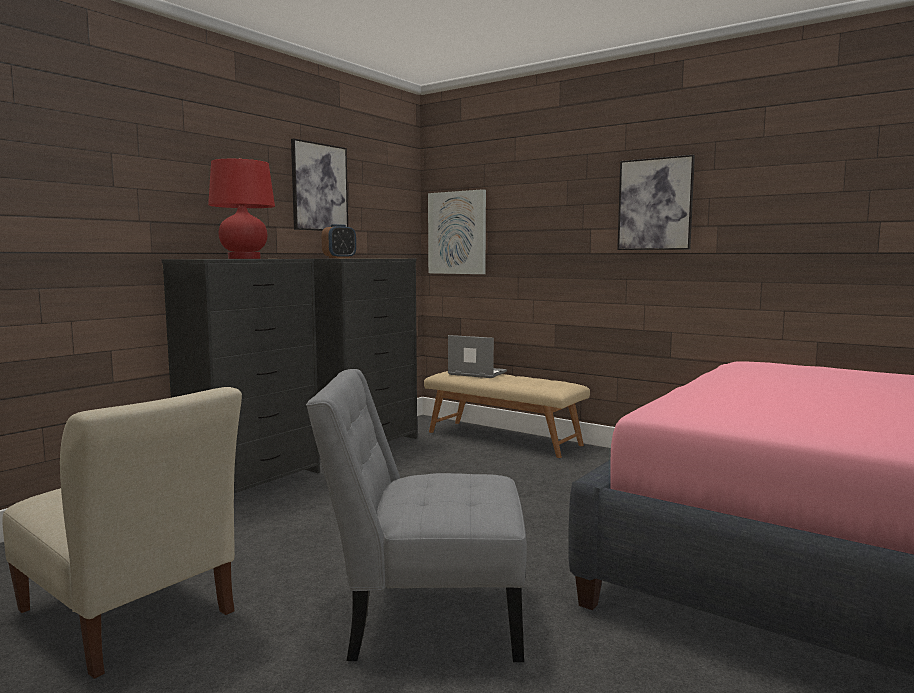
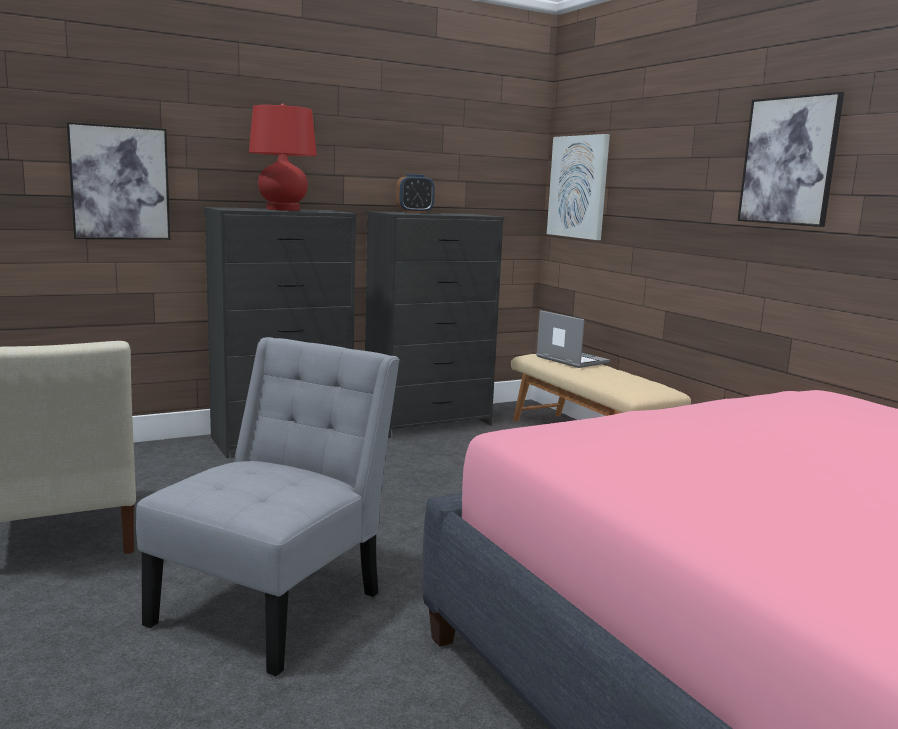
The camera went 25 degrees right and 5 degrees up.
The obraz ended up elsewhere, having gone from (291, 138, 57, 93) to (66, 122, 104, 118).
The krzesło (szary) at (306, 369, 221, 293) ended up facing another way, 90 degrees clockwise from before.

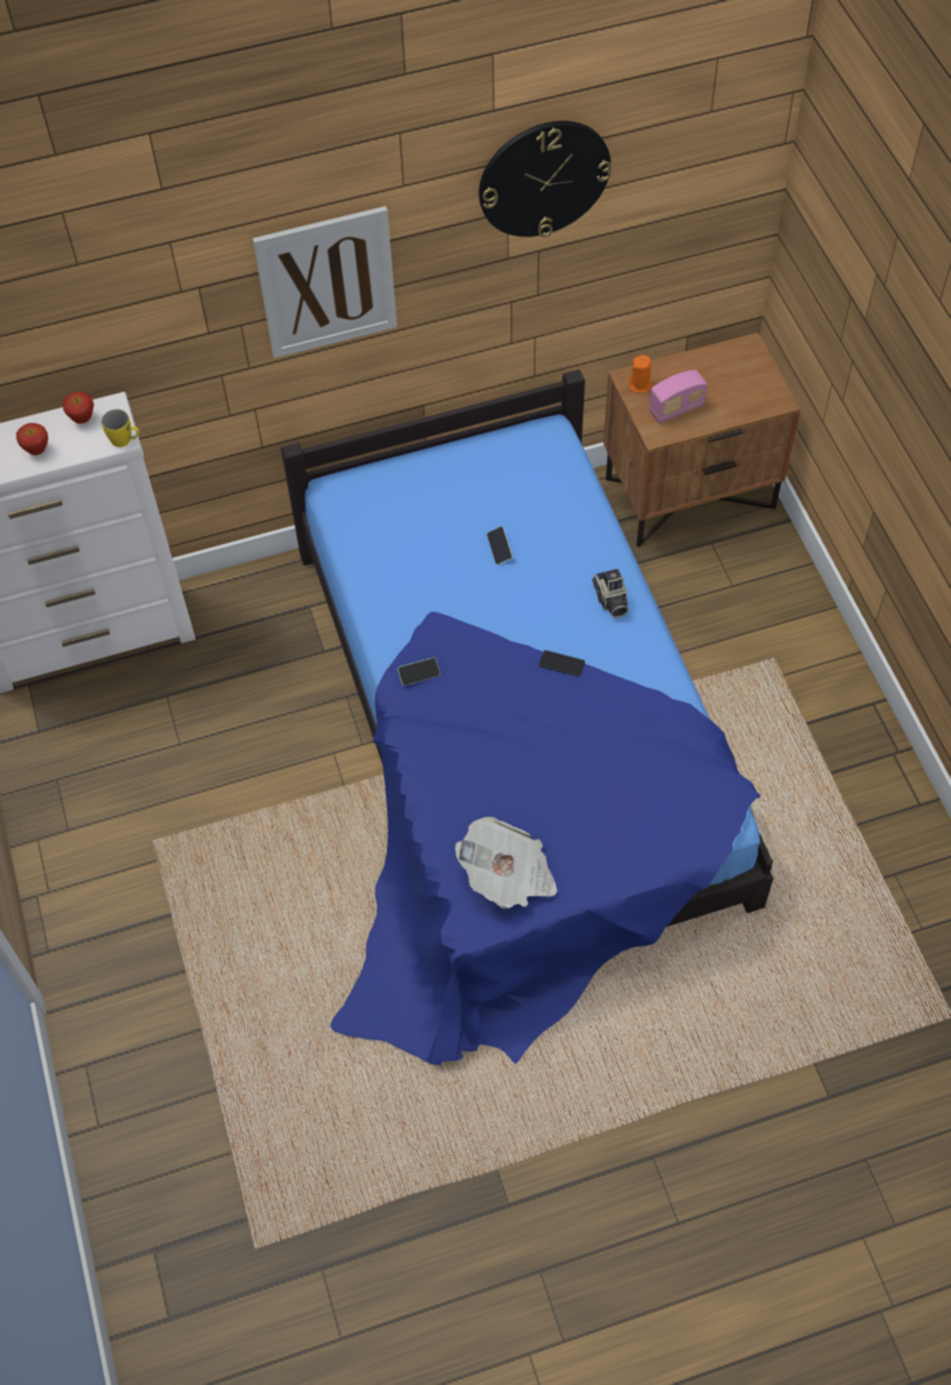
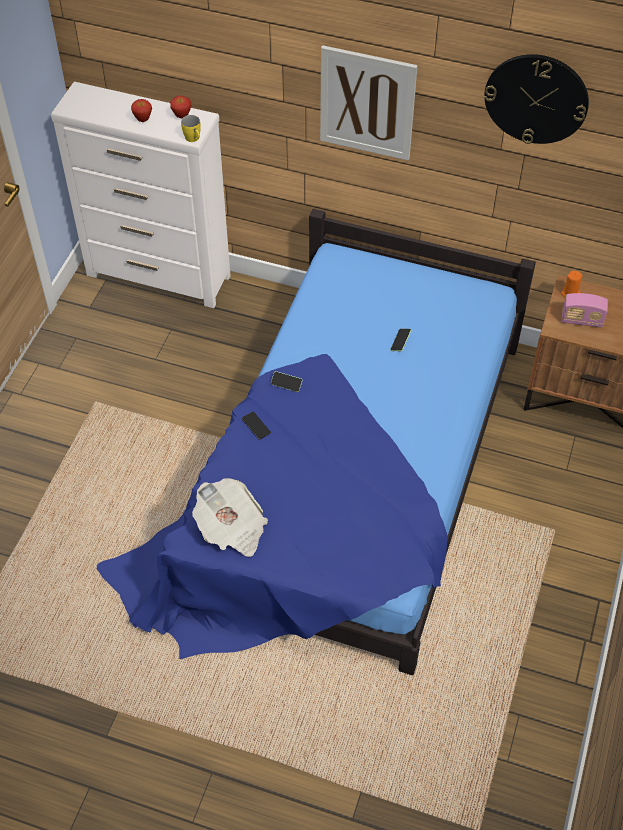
The camera went 35 degrees right and 5 degrees down.
The second view lost the aparat fotograficzny at (592, 568, 37, 50).
The telefon ended up elsewhere, having gone from (539, 650, 46, 27) to (241, 412, 30, 28).

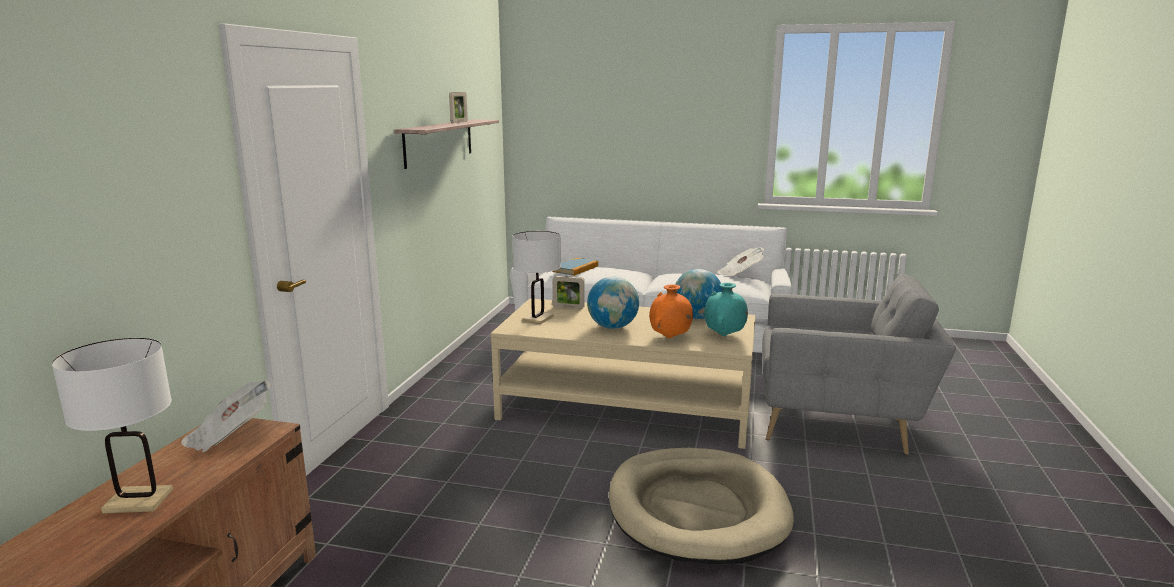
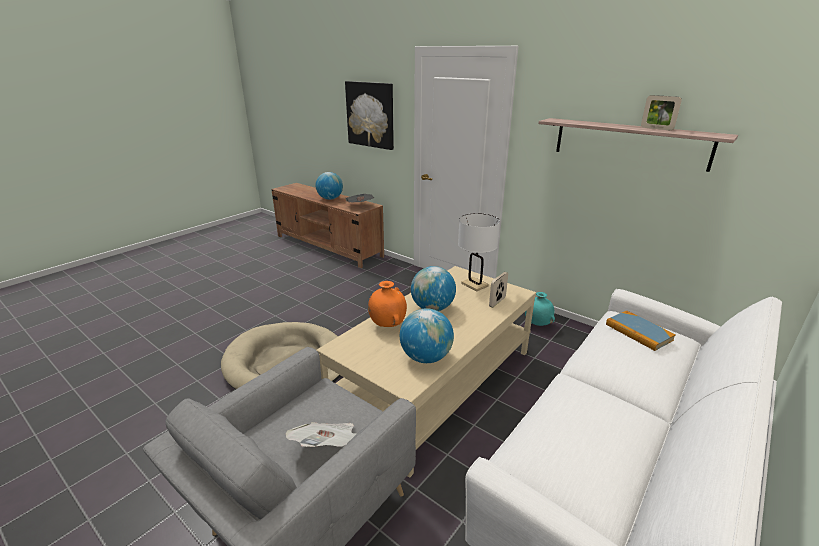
The camera went 115 degrees right and 10 degrees up.
The second view gained the obraz at (345, 81, 49, 69).
The wazon (turkusowy) ended up elsewhere, having gone from (704, 283, 44, 53) to (525, 292, 30, 34).
The gazeta ended up elsewhere, having gone from (717, 247, 47, 29) to (286, 422, 71, 25).
Where the lampa stołowa (biały) stood at (52, 338, 121, 175), the globus came to stand at (316, 172, 27, 28).

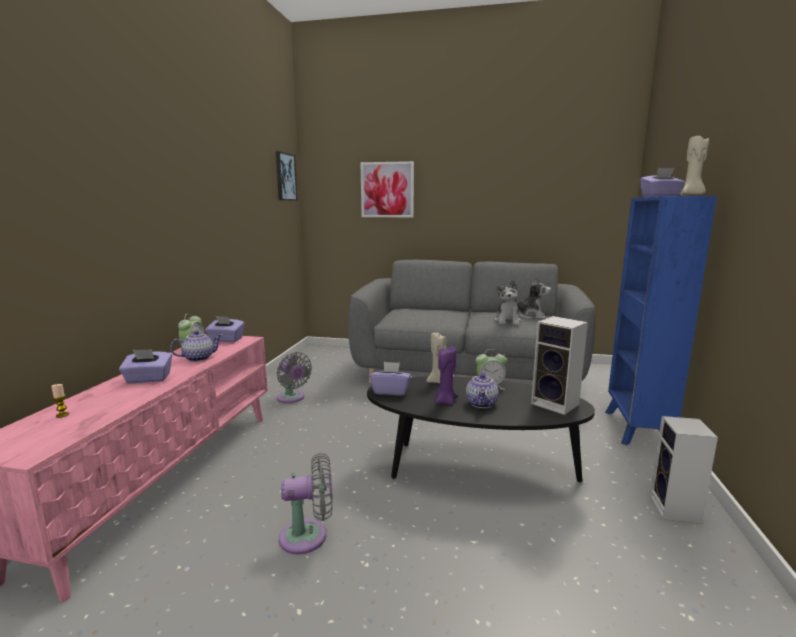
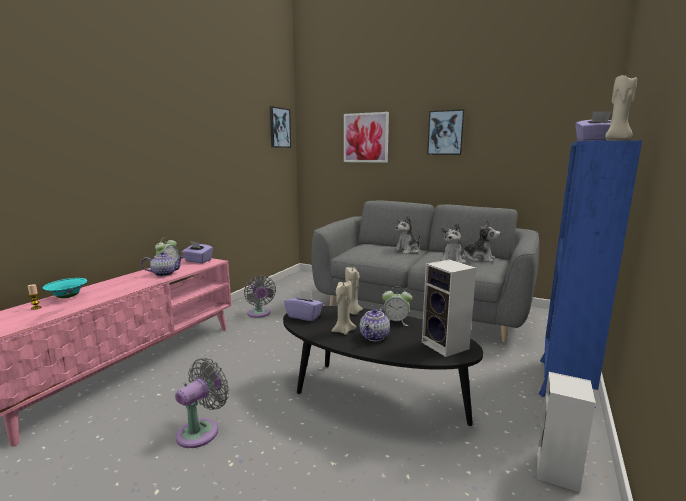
The camera went 15 degrees right and 0 degrees up.
The second view lost the pudełko chusteczek (fioletowy) at (119, 349, 53, 34).
The second view gained the miska (turkusowy) at (43, 278, 44, 20).
The second view gained the pluszak at (393, 216, 27, 38).
The second view gained the obraz at (427, 109, 38, 46).
What was the świeca (fioletowy) at (435, 346, 23, 59) turned into the świeca (beżowy) at (332, 280, 24, 55).
The wentylator (szary) at (279, 453, 54, 101) ended up facing another way, 60 degrees counterclockwise from before.

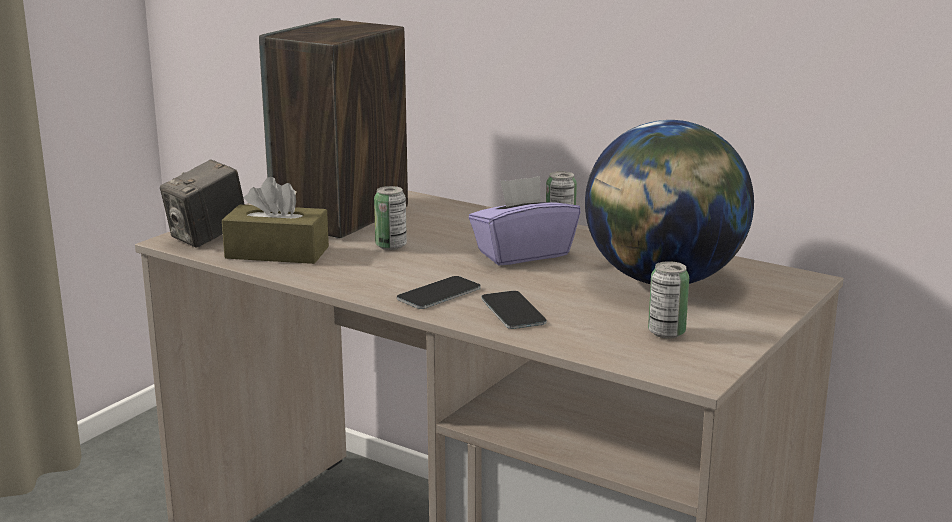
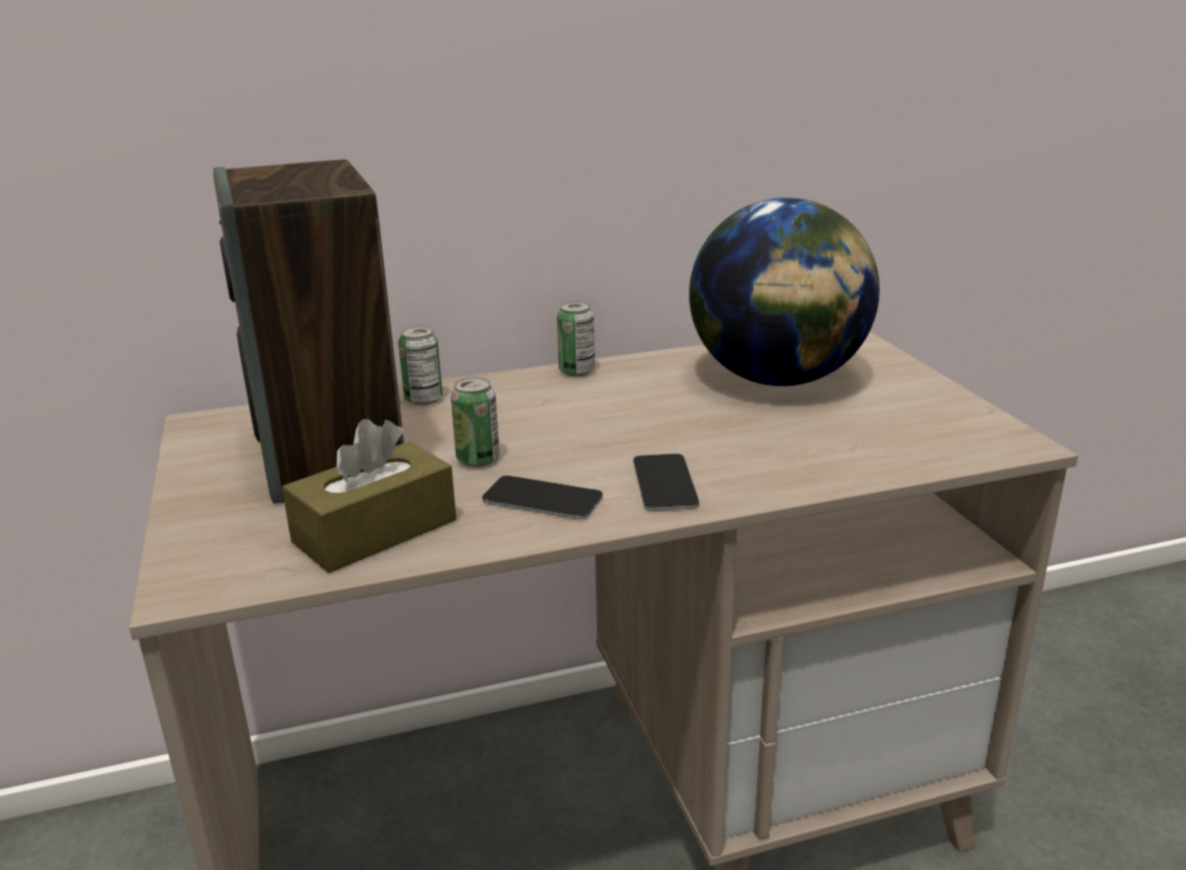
The camera went 50 degrees left and 5 degrees up.
The second view lost the aparat fotograficzny at (160, 159, 85, 89).
The second view lost the pudełko chusteczek (fioletowy) at (469, 176, 112, 89).
The telefon ended up elsewhere, having gone from (481, 291, 66, 38) to (482, 476, 121, 43).
The puszka ended up elsewhere, having gone from (648, 261, 41, 77) to (398, 326, 45, 79).

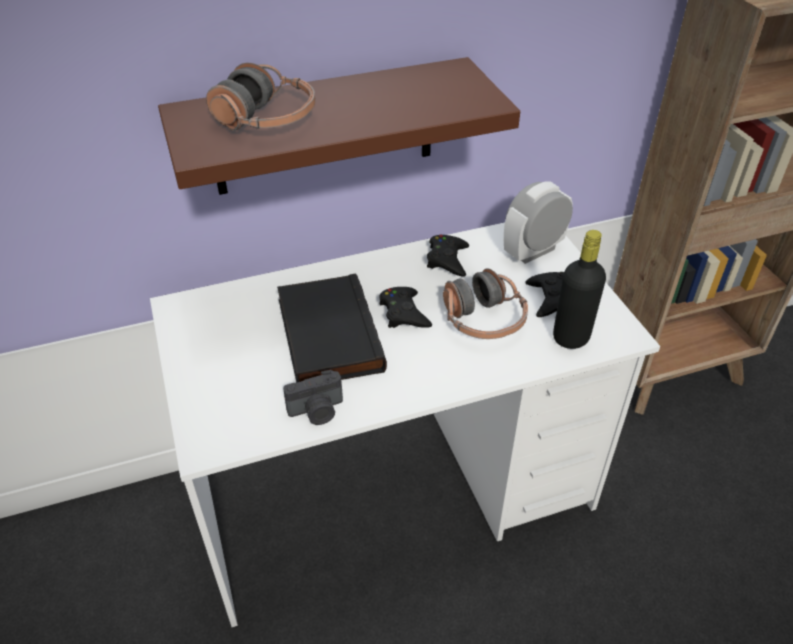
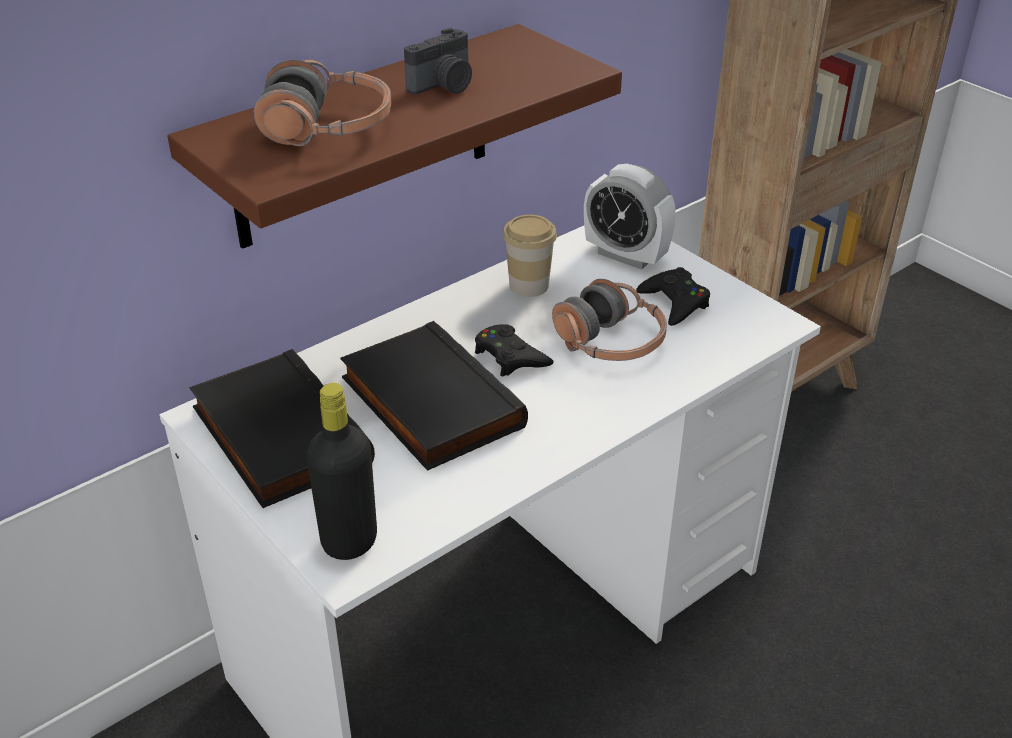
The camera went 20 degrees left and 5 degrees down.
The second view gained the książka (czarny) at (189, 349, 186, 159).
The aparat fotograficzny ended up elsewhere, having gone from (283, 370, 60, 55) to (404, 28, 68, 66).
The butelka (czarny) ended up elsewhere, having gone from (553, 230, 53, 119) to (307, 383, 70, 177).
Where the pad do gier (czarny) stood at (427, 235, 42, 42), the filiżanka came to stand at (503, 214, 54, 83).
The budzik at (504, 181, 69, 83) ended up facing another way, 90 degrees counterclockwise from before.

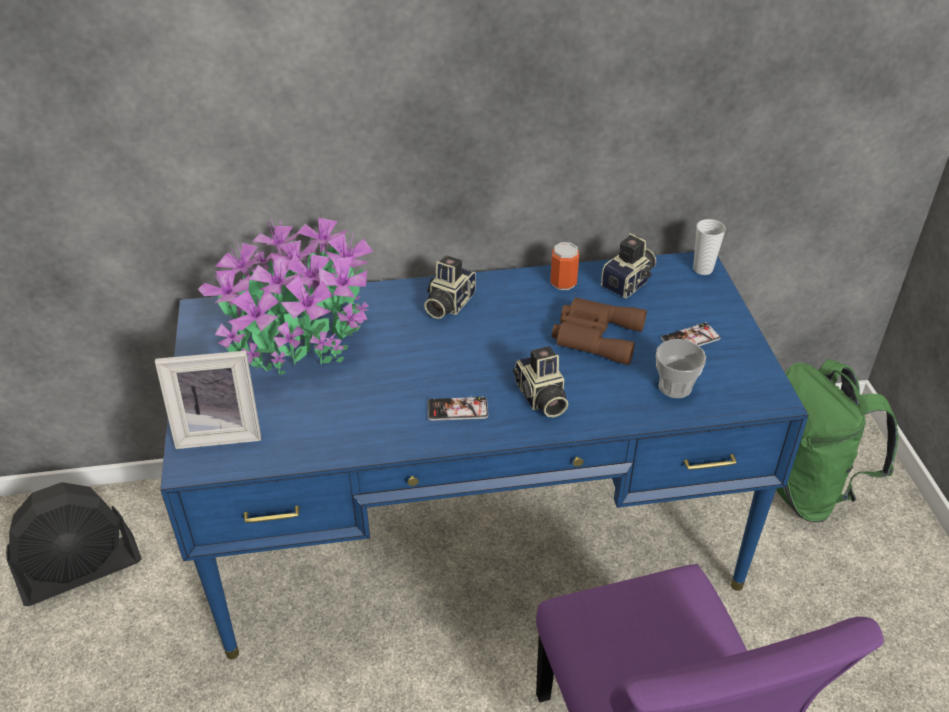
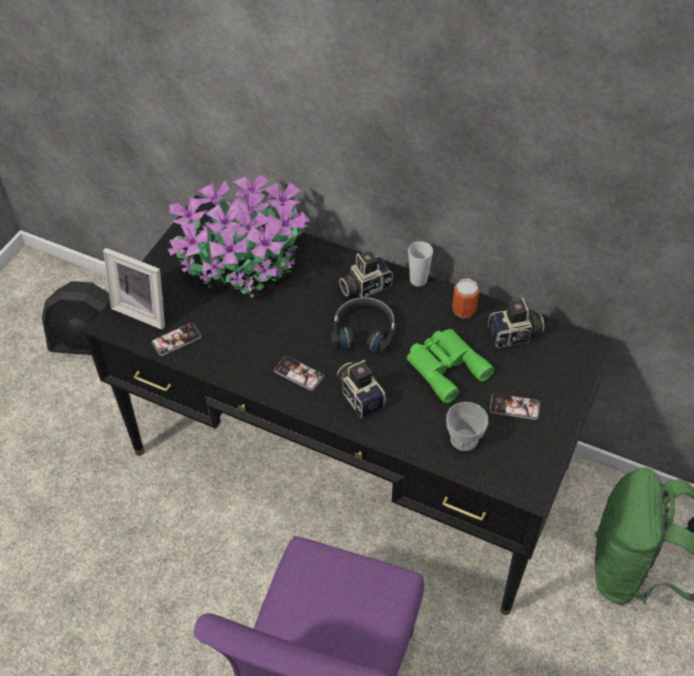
The camera went 35 degrees right and 10 degrees up.
The second view gained the telefon at (152, 323, 49, 33).
The second view gained the słuchawki (czarny) at (332, 297, 63, 56).
The filiżanka ended up elsewhere, having gone from (693, 219, 33, 56) to (408, 241, 25, 46).
What was the biurko (niebieski) at (160, 252, 649, 407) turned into the biurko (czarny) at (84, 195, 531, 420).
What was the lornetka (brązowy) at (552, 297, 95, 68) turned into the lornetka (zielony) at (407, 329, 88, 75).
The aparat fotograficzny at (513, 346, 55, 72) ended up facing another way, 135 degrees clockwise from before.

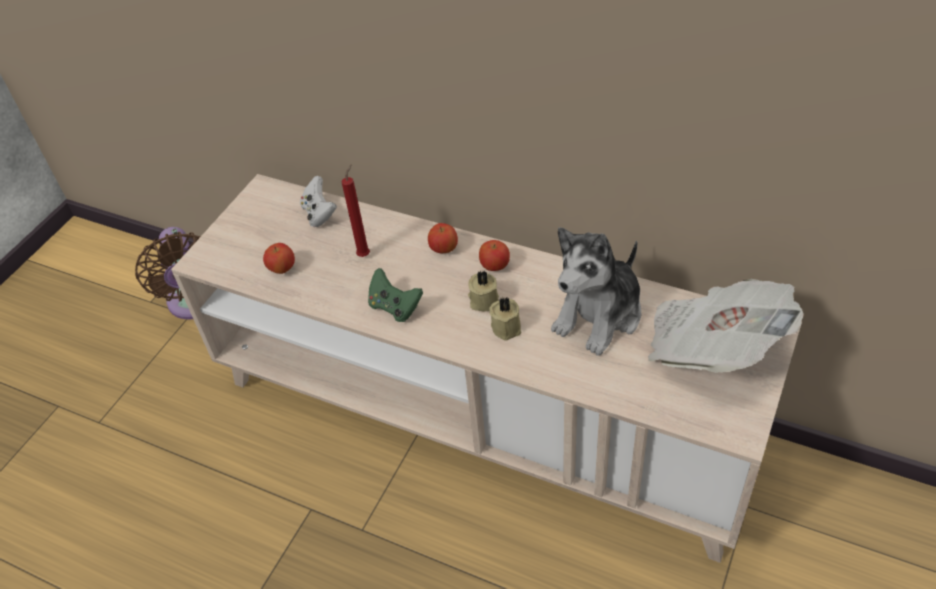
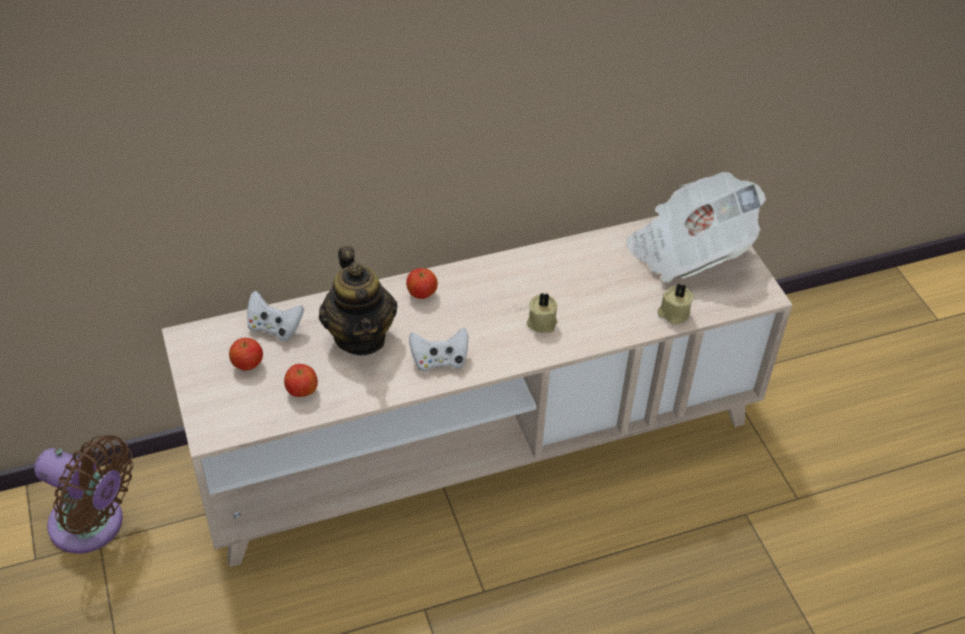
The camera went 50 degrees left and 0 degrees up.
The second view lost the pluszak at (551, 227, 90, 129).
The świeca (beżowy) ended up elsewhere, having gone from (468, 271, 31, 41) to (658, 284, 35, 41).
The jabłko ended up elsewhere, having gone from (479, 240, 31, 31) to (229, 338, 34, 33).
Where the świeca (czerwony) stood at (341, 164, 29, 93), the imbryk came to stand at (319, 246, 79, 109).
What was the pad do gier (zielony) at (368, 268, 55, 54) turned into the pad do gier (biały) at (409, 328, 59, 44).

